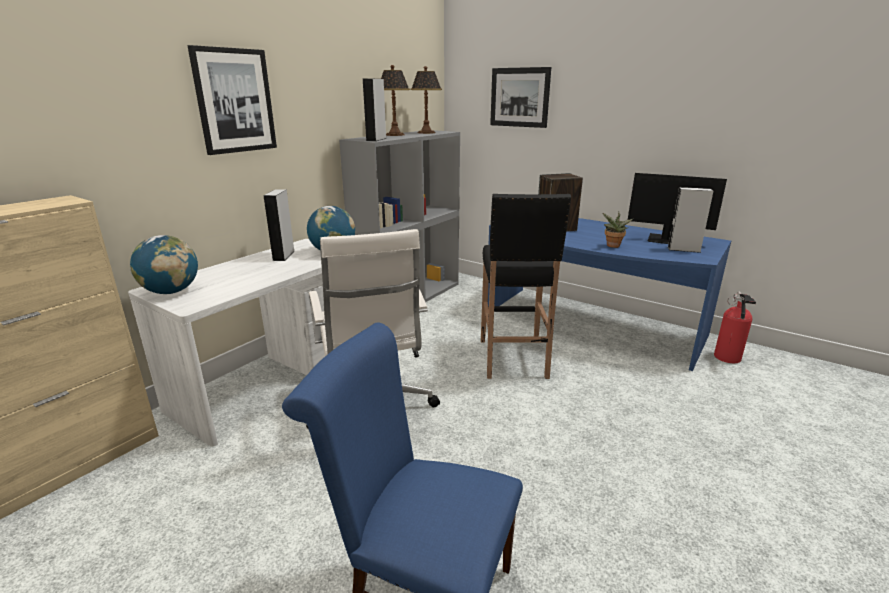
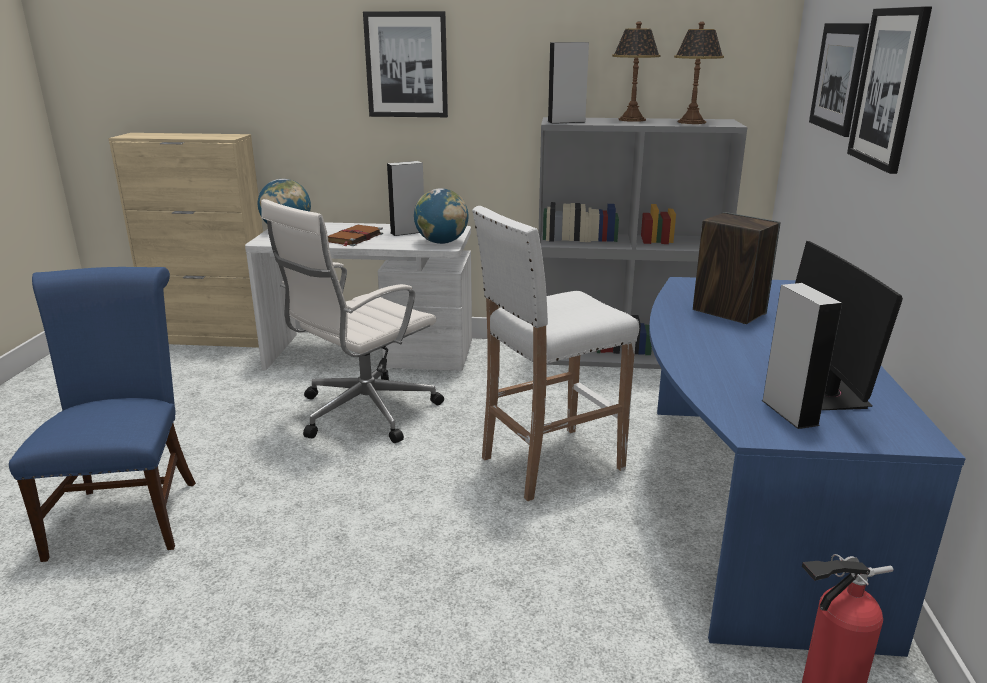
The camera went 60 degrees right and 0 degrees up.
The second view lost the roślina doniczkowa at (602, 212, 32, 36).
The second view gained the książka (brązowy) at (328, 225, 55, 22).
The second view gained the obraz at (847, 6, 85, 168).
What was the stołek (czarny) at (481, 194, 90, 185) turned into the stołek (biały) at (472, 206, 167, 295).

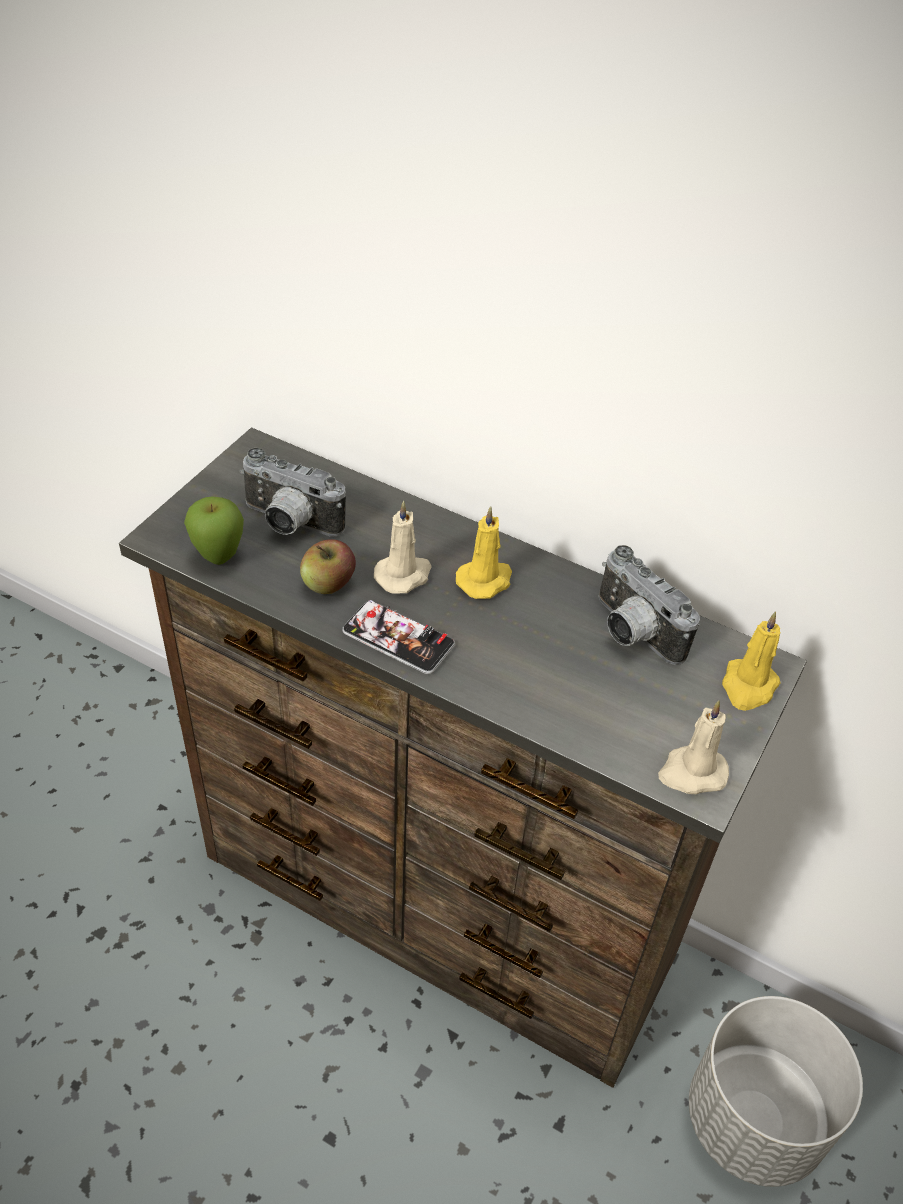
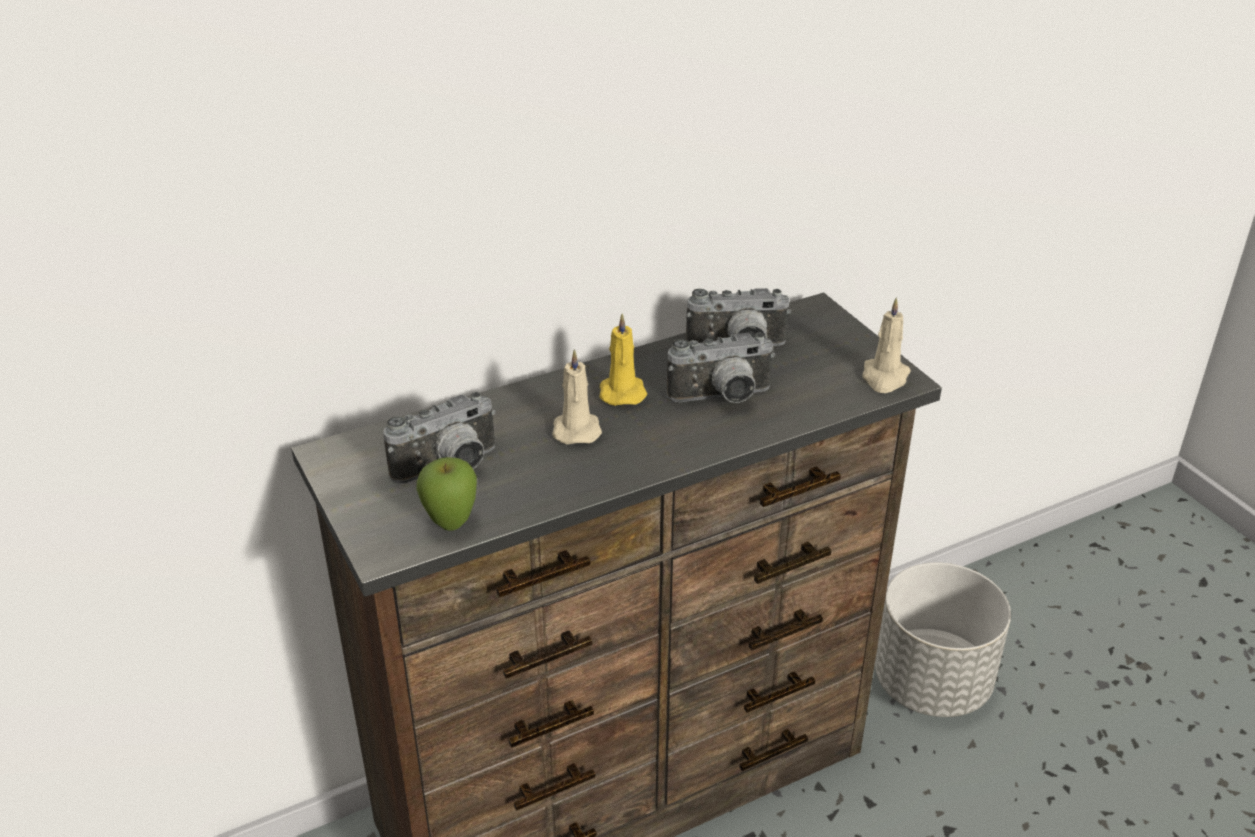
The camera went 55 degrees left and 10 degrees down.
The second view lost the jabłko at (300, 539, 56, 55).
The second view lost the telefon at (342, 600, 113, 74).
The second view lost the świeca (żółty) at (722, 611, 59, 100).
The second view gained the aparat fotograficzny at (667, 333, 109, 70).

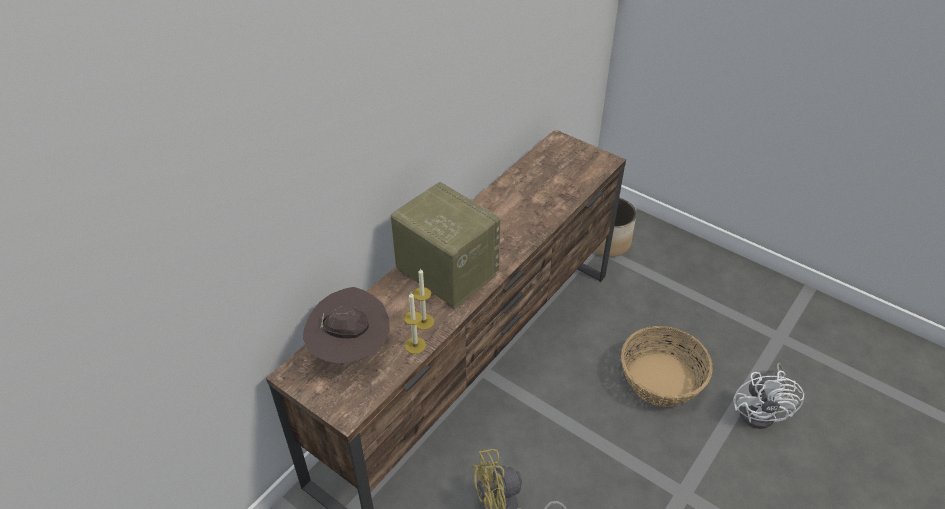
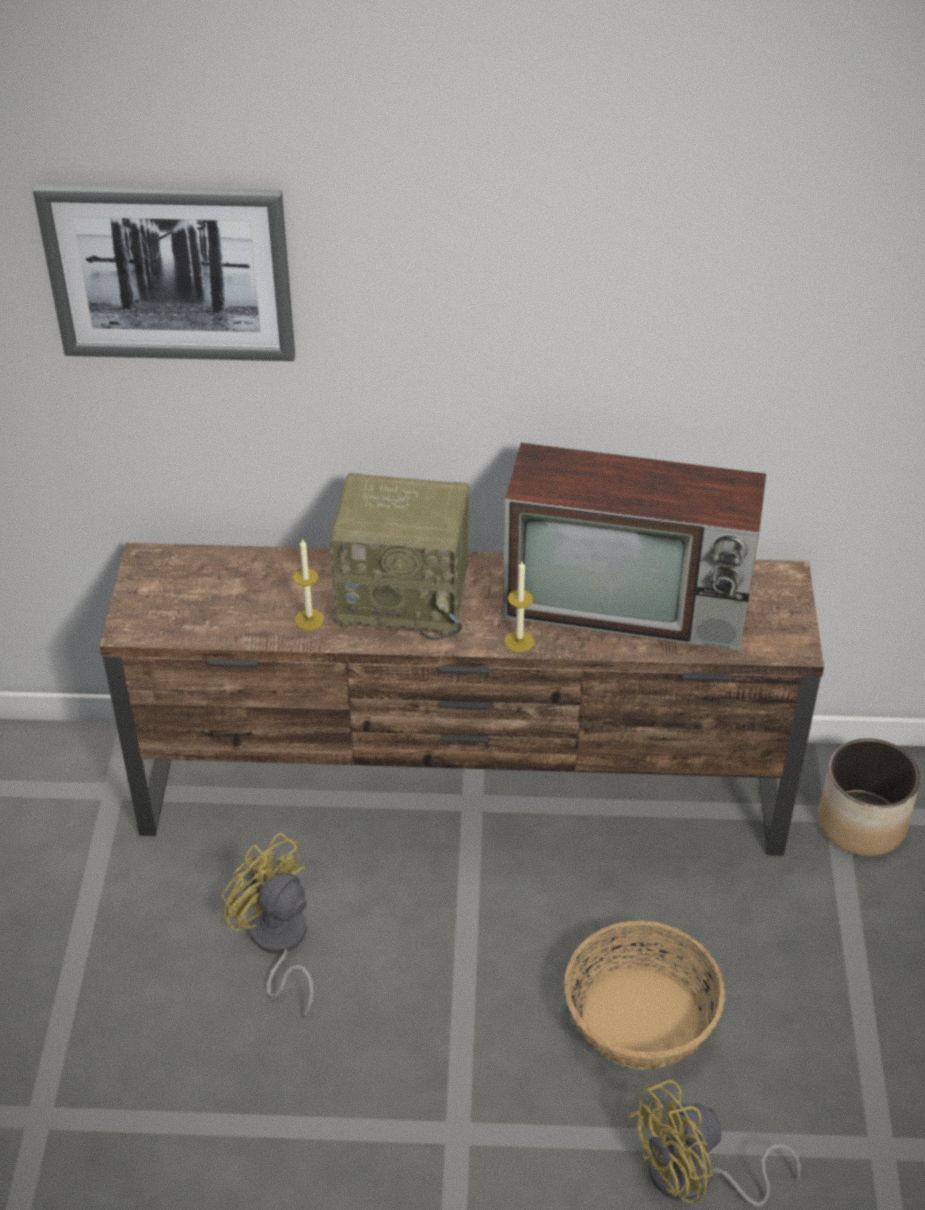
The camera went 55 degrees right and 0 degrees up.
The second view lost the kapelusz (brązowy) at (303, 287, 87, 77).
The second view gained the obraz at (33, 185, 262, 176).
The second view gained the telewizor at (503, 443, 263, 208).
The świeca ended up elsewhere, having gone from (404, 293, 22, 61) to (505, 561, 29, 91).
What was the wentylator (biały) at (734, 363, 70, 66) turned into the wentylator (żółty) at (627, 1080, 174, 127).
The radio at (390, 182, 111, 128) ended up facing another way, 90 degrees clockwise from before.

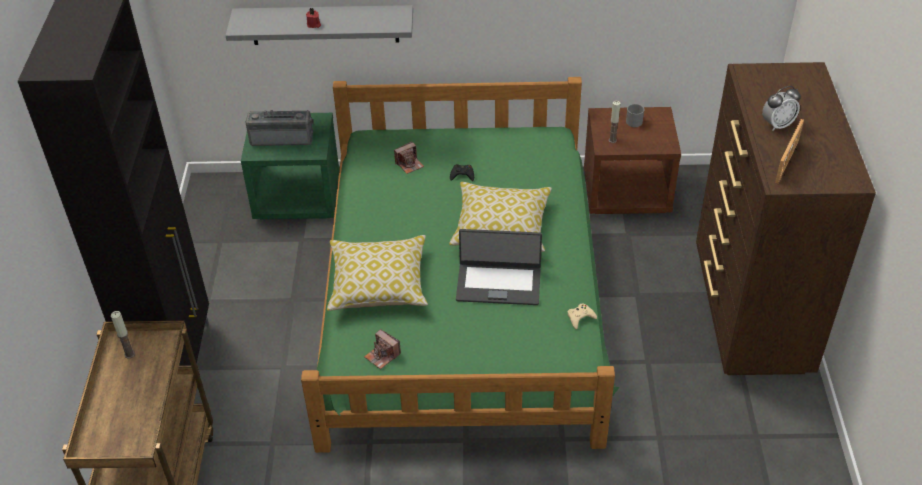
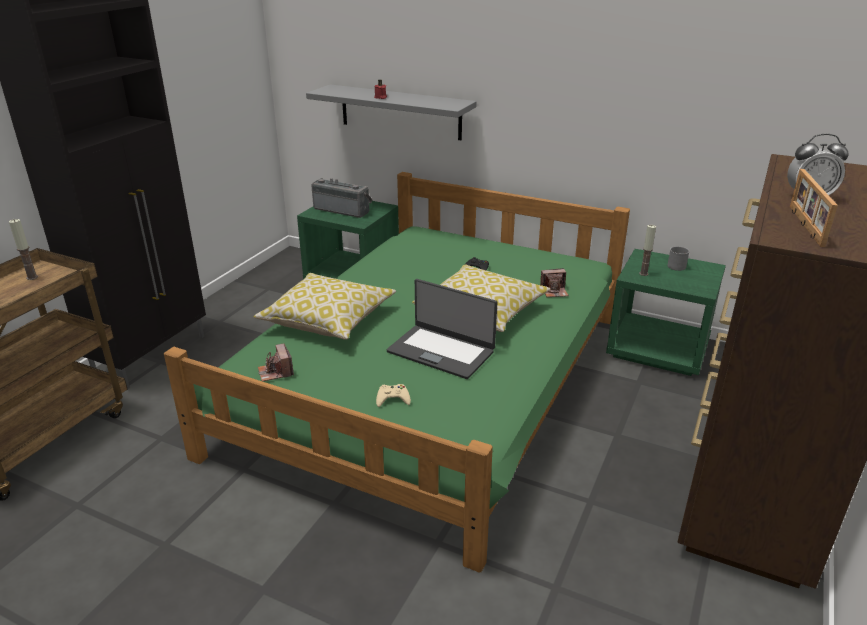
The camera went 25 degrees right and 15 degrees down.
The aparat fotograficzny ended up elsewhere, having gone from (394, 141, 30, 33) to (540, 268, 29, 29).
The pad do gier (beżowy) ended up elsewhere, having gone from (568, 304, 29, 25) to (376, 384, 35, 23).
What was the szafka nocna (brązowy) at (584, 107, 97, 107) turned into the szafka nocna (zielony) at (606, 249, 120, 127).
The ramka na zdjęcie at (775, 119, 29, 64) ended up facing another way, 135 degrees clockwise from before.

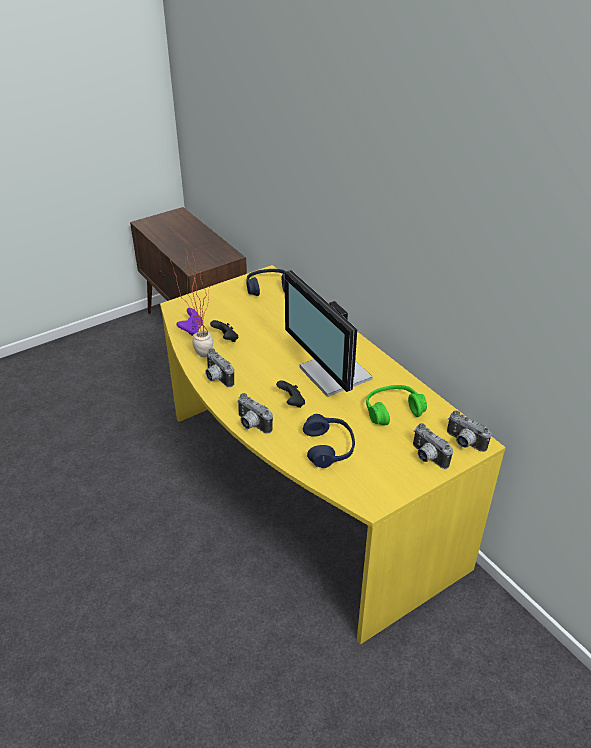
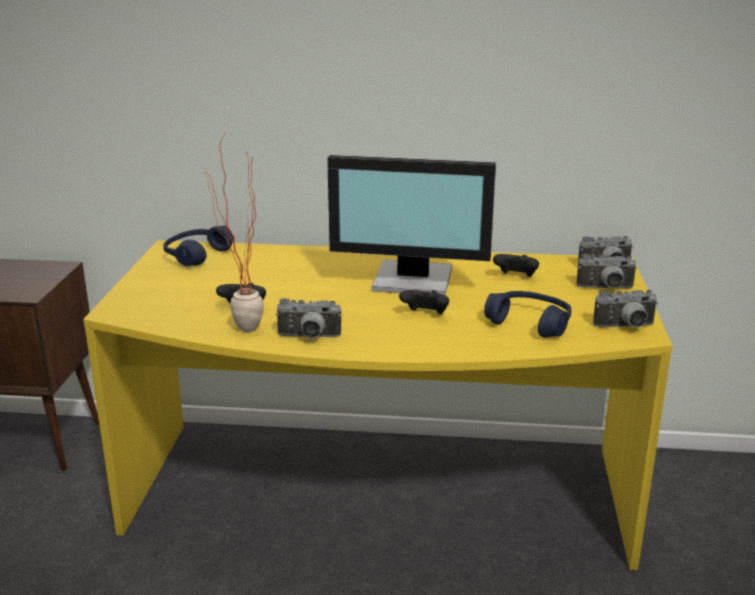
The camera went 50 degrees left and 15 degrees down.
The second view lost the pad do gier (fioletowy) at (176, 308, 27, 28).
The aparat fotograficzny ended up elsewhere, having gone from (237, 393, 36, 41) to (593, 290, 65, 37).
Where the słuchawki (zielony) stood at (366, 385, 61, 40), the pad do gier (czarny) came to stand at (493, 254, 46, 23).

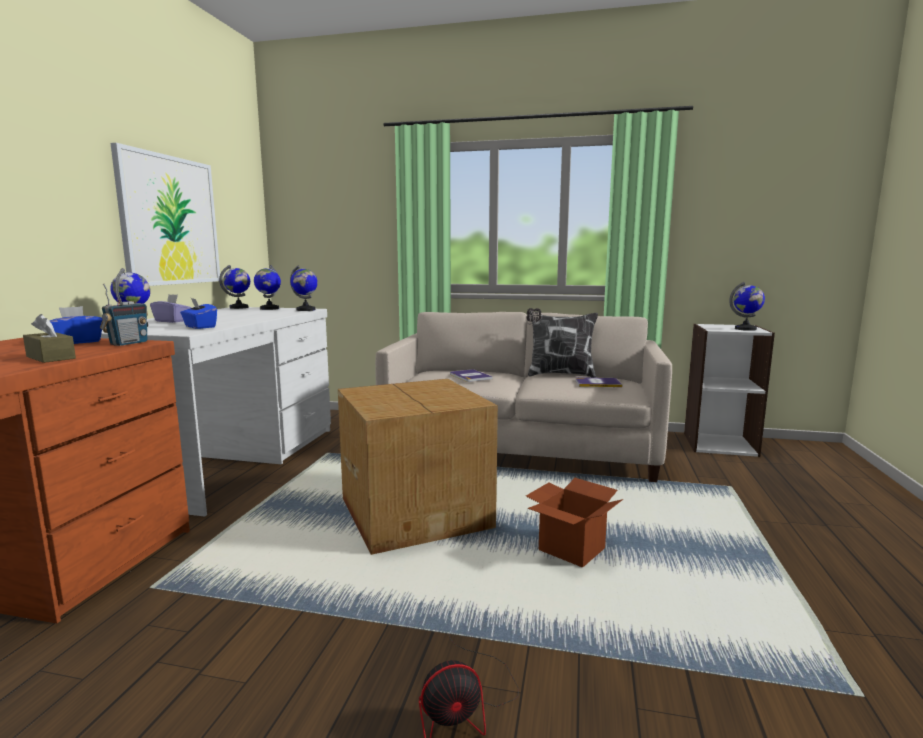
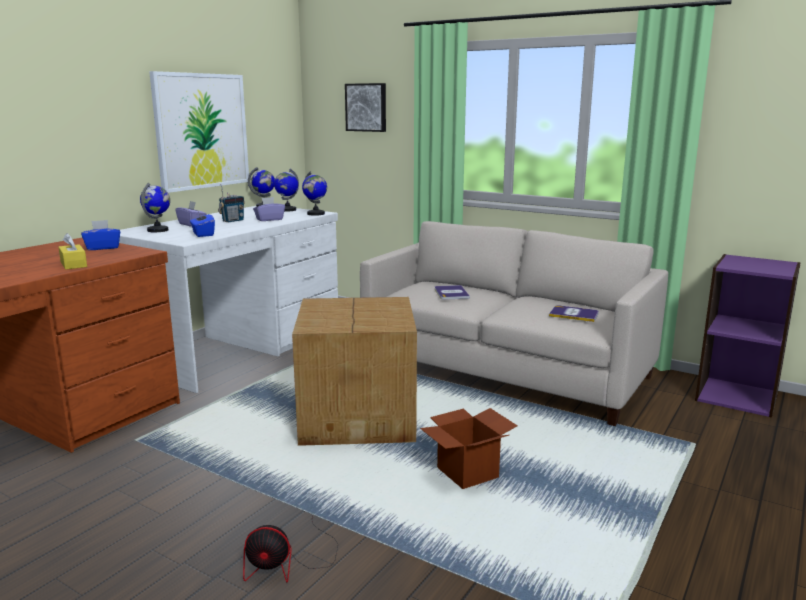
The camera went 20 degrees right and 5 degrees up.
The second view lost the poduszka at (527, 308, 71, 70).
The second view lost the globus at (729, 282, 36, 49).
The second view gained the pudełko chusteczek (fioletowy) at (253, 197, 32, 24).
The second view gained the obraz at (345, 83, 41, 49).
The radio ended up elsewhere, having gone from (100, 284, 48, 62) to (218, 184, 27, 38).
What was the pudełko chusteczek (brązowy) at (23, 314, 53, 49) turned into the pudełko chusteczek (żółty) at (58, 233, 29, 37).
What was the regał (biały) at (684, 324, 91, 133) turned into the regał (fioletowy) at (695, 254, 106, 164).

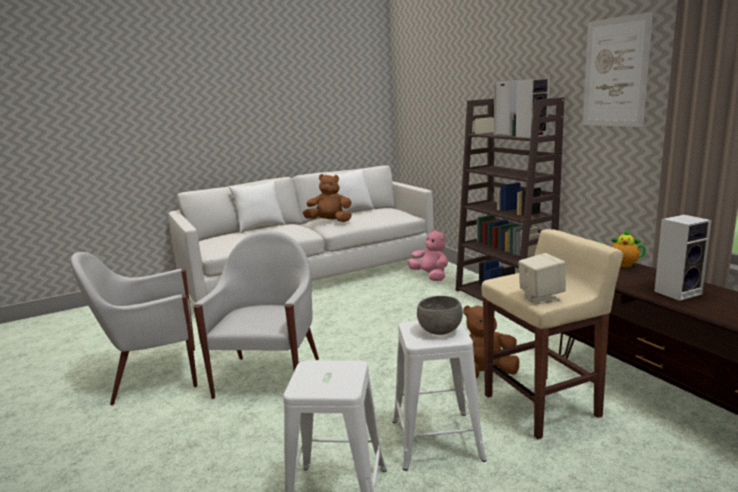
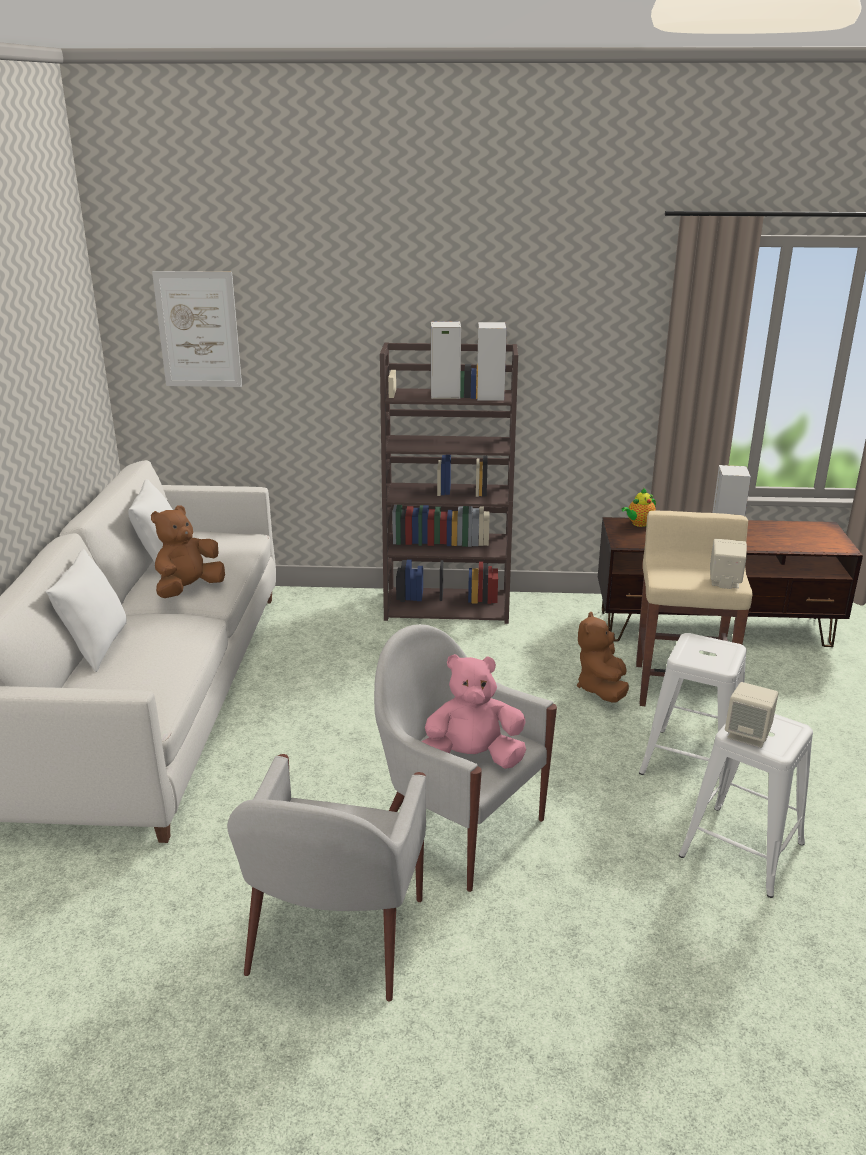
The camera went 60 degrees left and 10 degrees up.
The second view lost the miska (szary) at (417, 296, 46, 39).
The second view gained the głośnik (beżowy) at (725, 682, 53, 66).
The pluszak (różowy) ended up elsewhere, having gone from (407, 229, 41, 52) to (422, 654, 104, 115).
The obraz ended up elsewhere, having gone from (583, 12, 70, 115) to (152, 271, 90, 116).

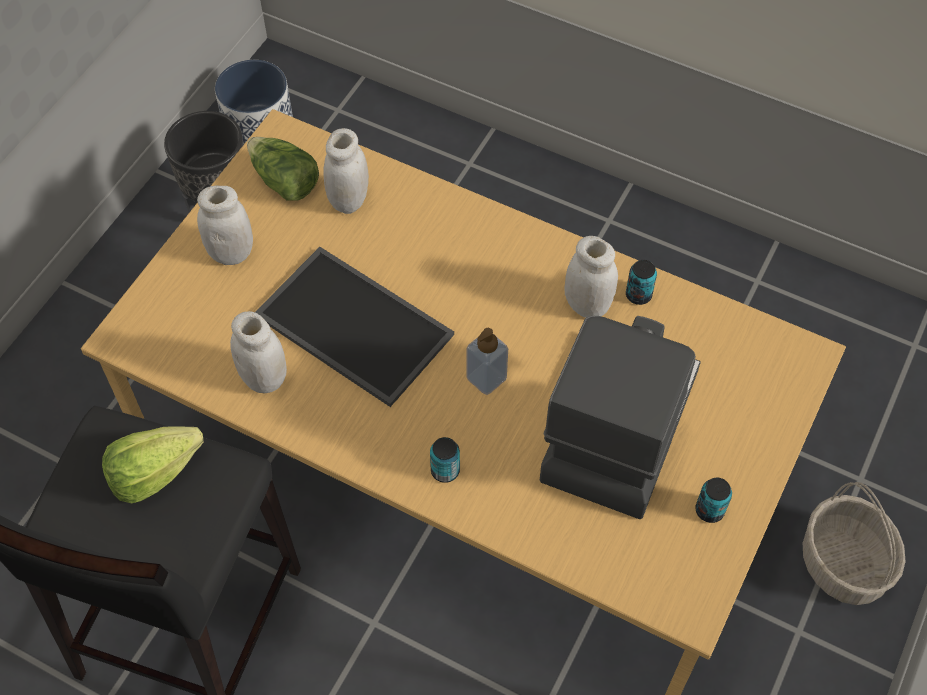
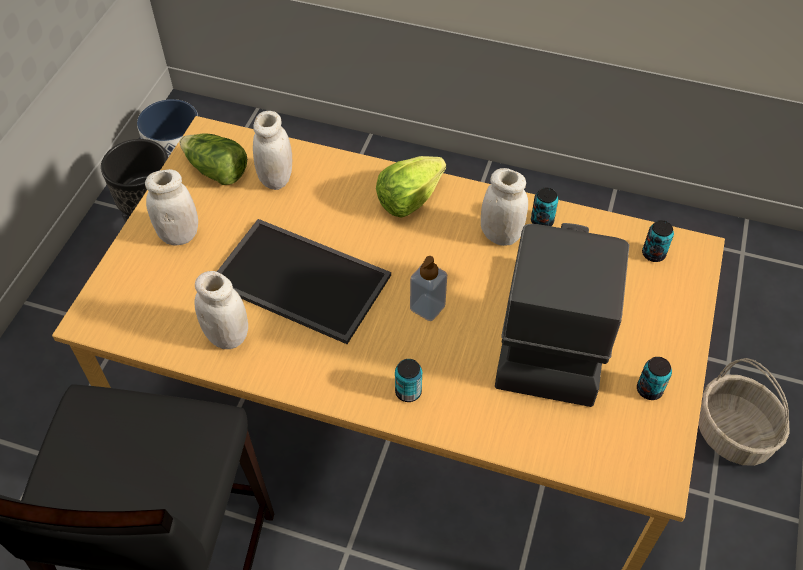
The camera went 10 degrees left and 5 degrees down.
The second view gained the puszka at (642, 220, 32, 42).
The sałata ended up elsewhere, having gone from (102, 426, 102, 77) to (376, 156, 70, 62).

